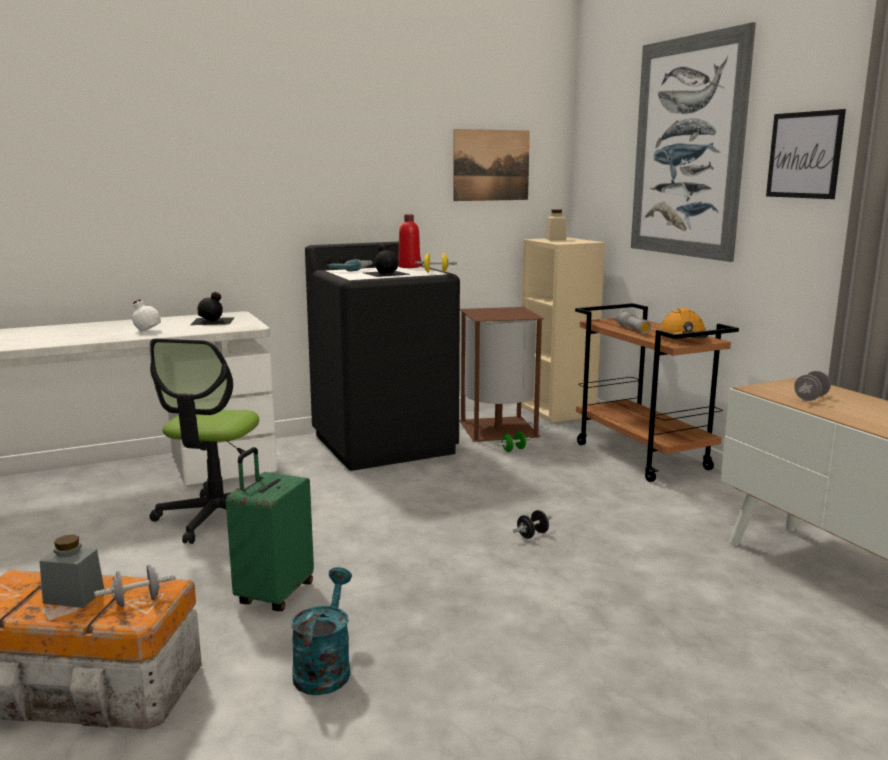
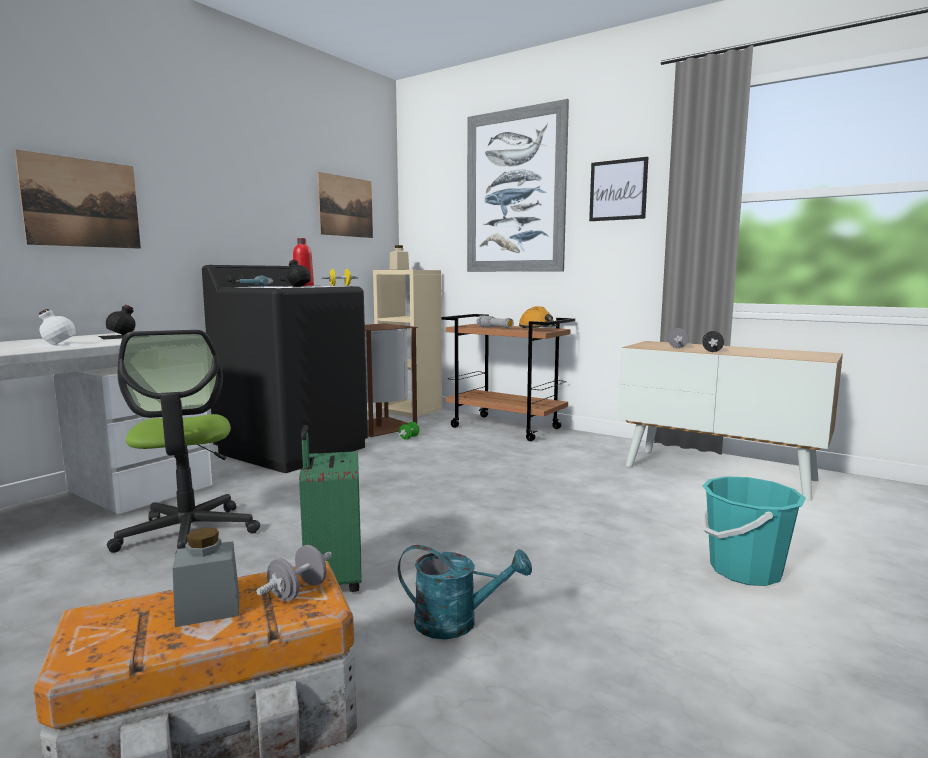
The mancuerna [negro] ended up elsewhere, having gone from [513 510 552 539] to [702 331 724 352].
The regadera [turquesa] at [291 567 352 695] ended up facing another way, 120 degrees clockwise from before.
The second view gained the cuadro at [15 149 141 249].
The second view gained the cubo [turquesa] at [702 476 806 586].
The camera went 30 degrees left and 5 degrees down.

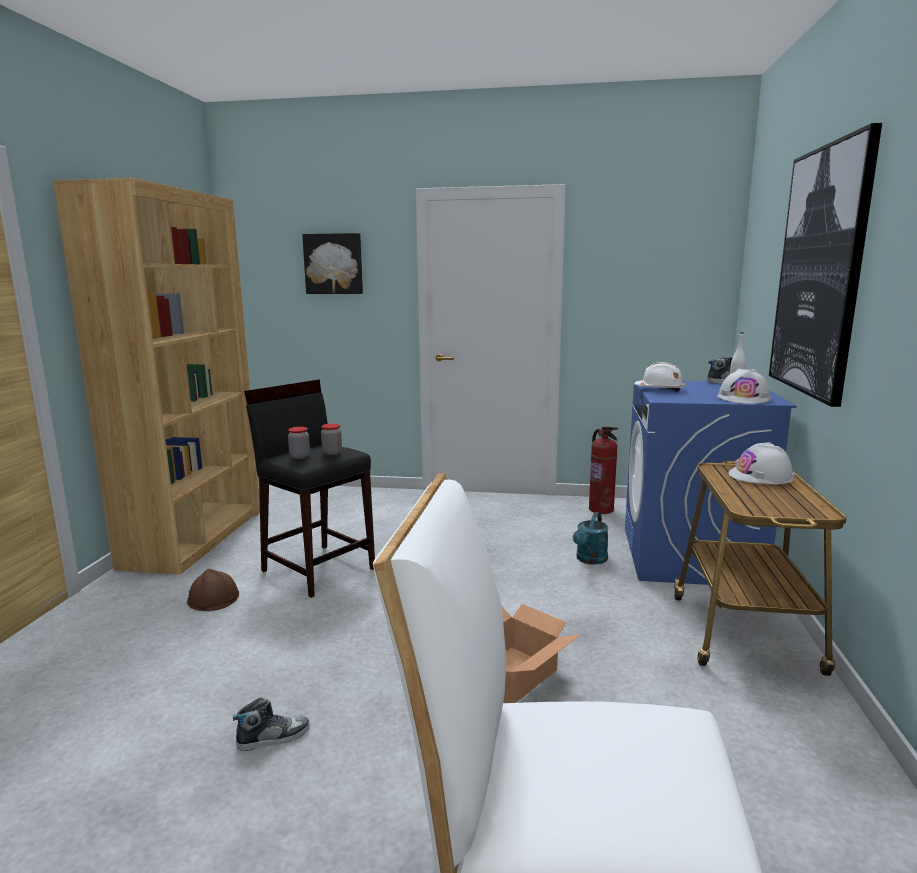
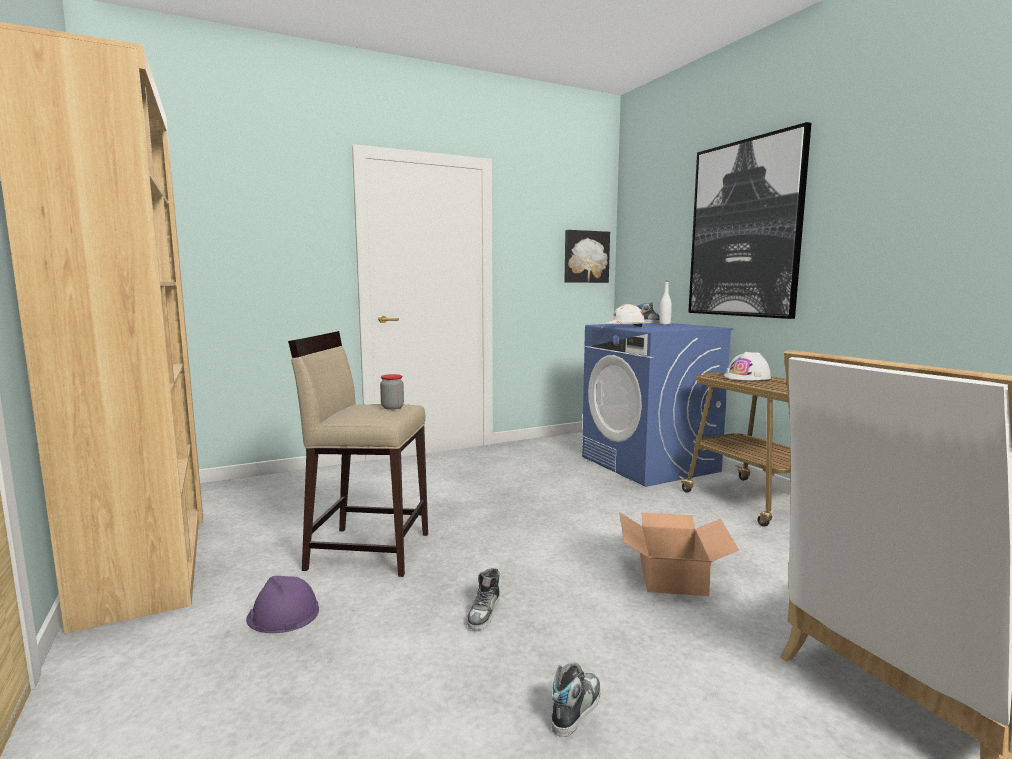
The cuadro ended up elsewhere, having gone from [302 233 363 294] to [564 230 610 283].
The second view lost the casco [blanco] at [717 369 771 404].
What was the taburete [negro] at [244 379 375 598] turned into the taburete [beis] at [288 331 428 577].
The second view lost the tarro at [288 427 310 459].
The second view lost the extintor at [589 427 618 514].
The second view lost the regadera [turquesa] at [573 512 609 565].
What was the casco [marrón] at [187 569 239 611] turned into the casco [morado] at [246 576 319 633].
The second view gained the zapato at [467 568 500 630].
The camera went 35 degrees left and 5 degrees down.

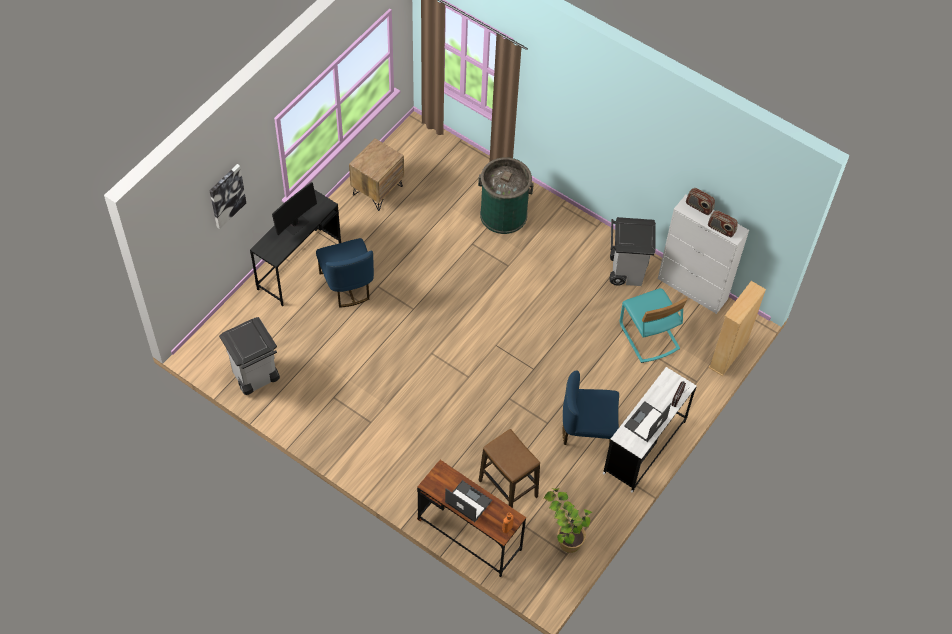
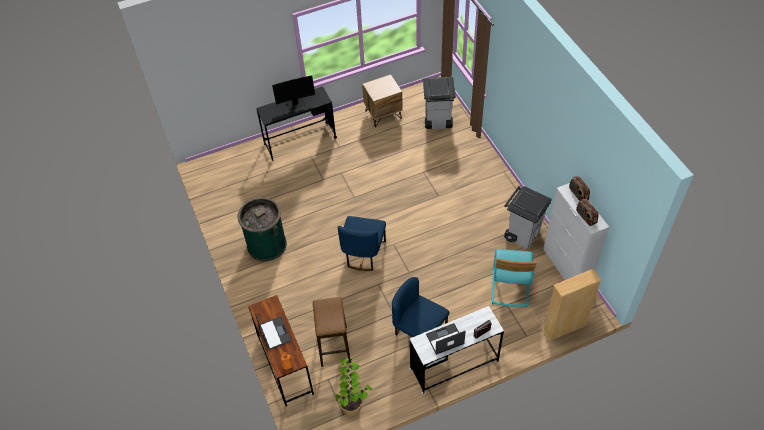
The papelera [verde] ended up elsewhere, having gone from [478 157 534 234] to [238 197 287 261].
The second view lost the cuadro at [209 164 246 229].
The silla [azul] ended up elsewhere, having gone from [316 238 374 308] to [338 216 386 271].
The papelera [gris] ended up elsewhere, having gone from [219 317 280 395] to [423 77 456 129].
The camera went 35 degrees right and 5 degrees down.

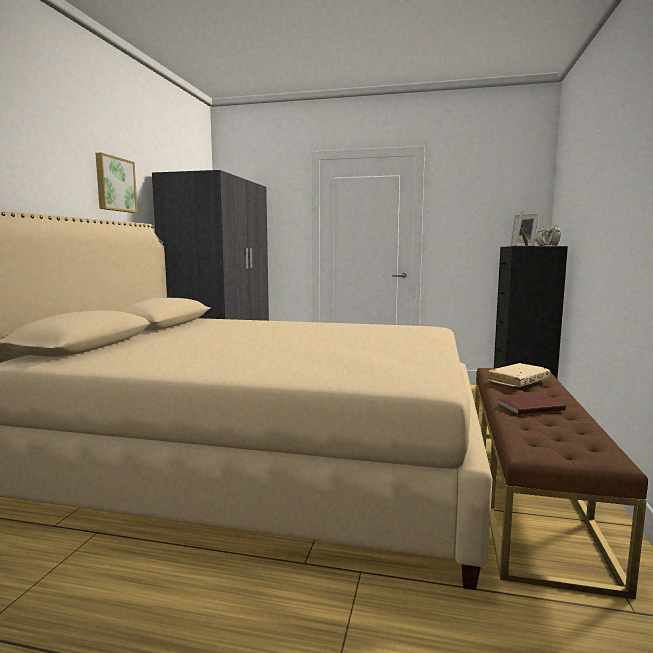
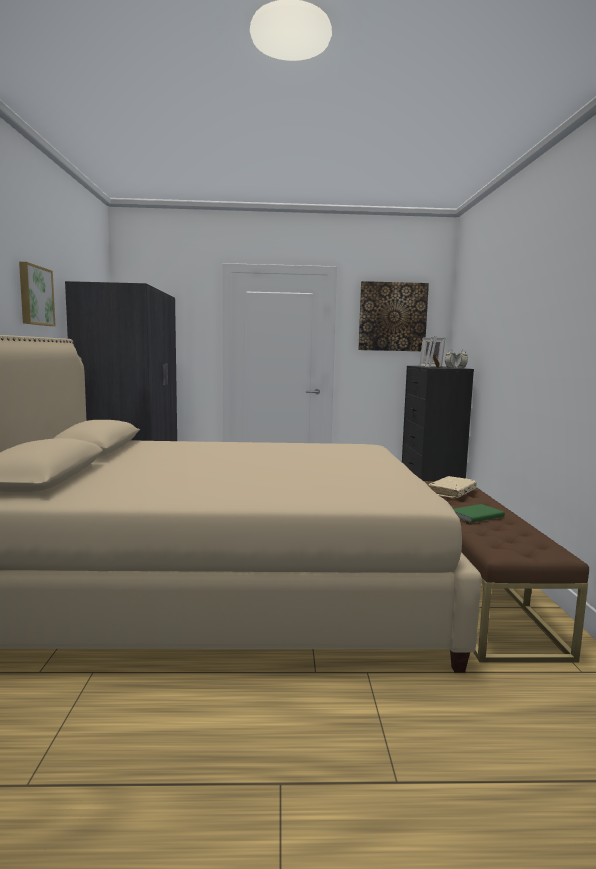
What was the libro [marrón] at [497 395 566 415] turned into the libro [verde] at [454 504 505 523].
The second view gained the cuadro at [358 281 429 351].
The camera went 15 degrees left and 0 degrees up.

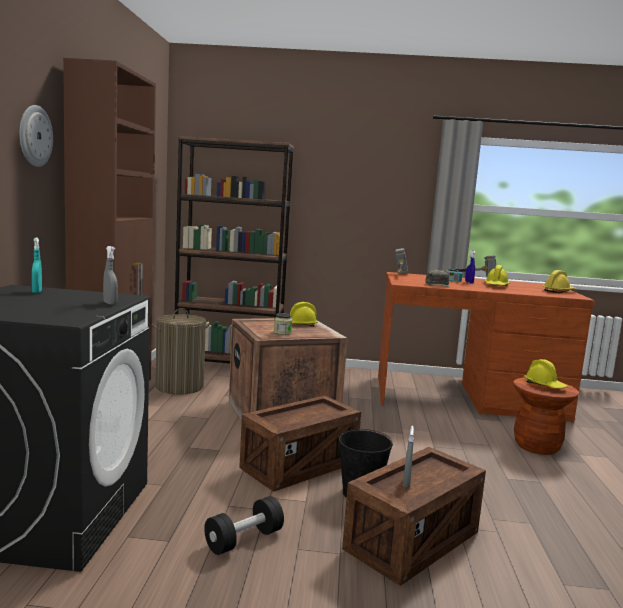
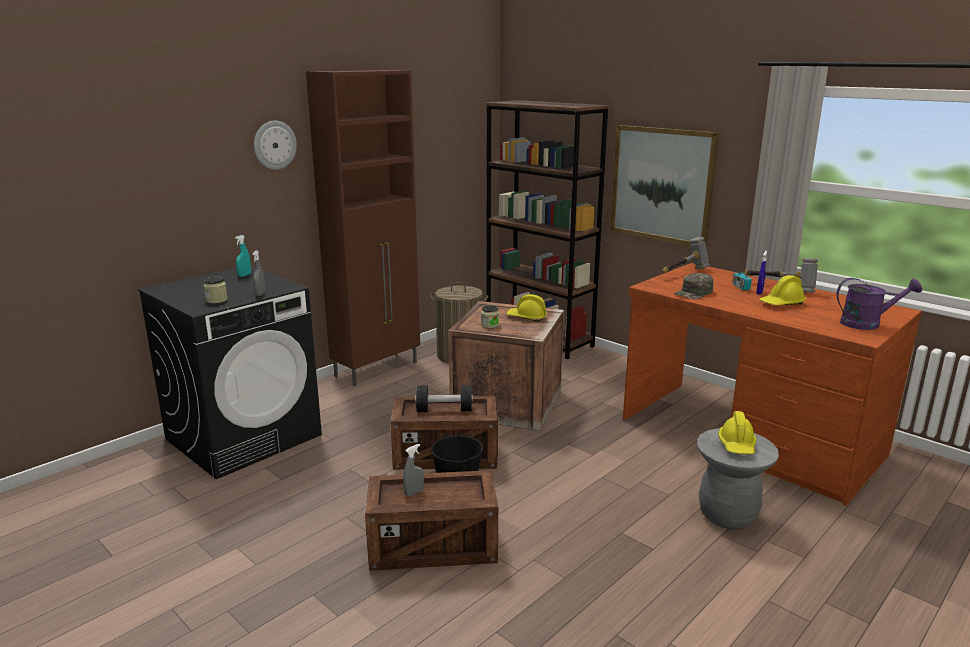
Where the casco [amarillo] stood at [542 270 576 293], the regadera [morado] came to stand at [836 278 922 330].
What was the taburete [marrón] at [513 377 579 455] turned into the taburete [gris] at [697 428 779 529].
The mancuerna [negro] ended up elsewhere, having gone from [204 496 284 555] to [415 385 473 412].
The second view gained the cuadro at [610 125 719 248].
The second view gained the tarro at [204 277 228 303].
The camera went 40 degrees right and 10 degrees up.

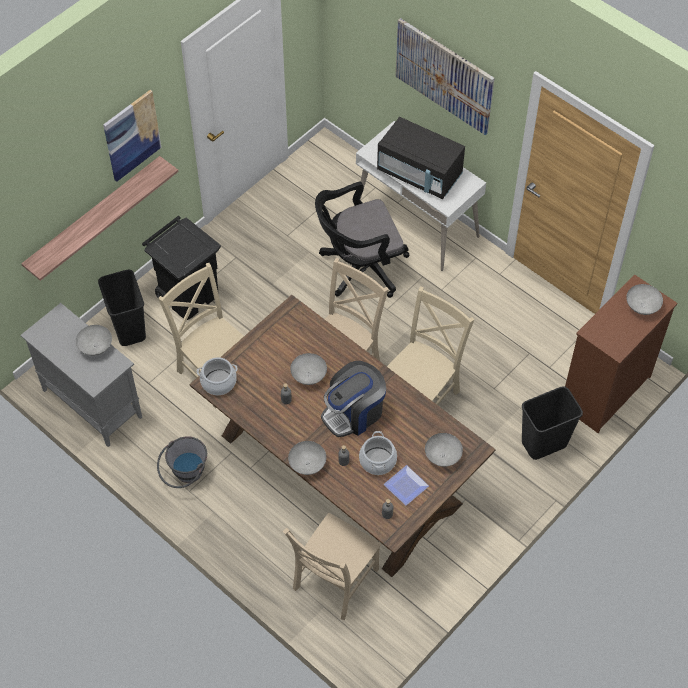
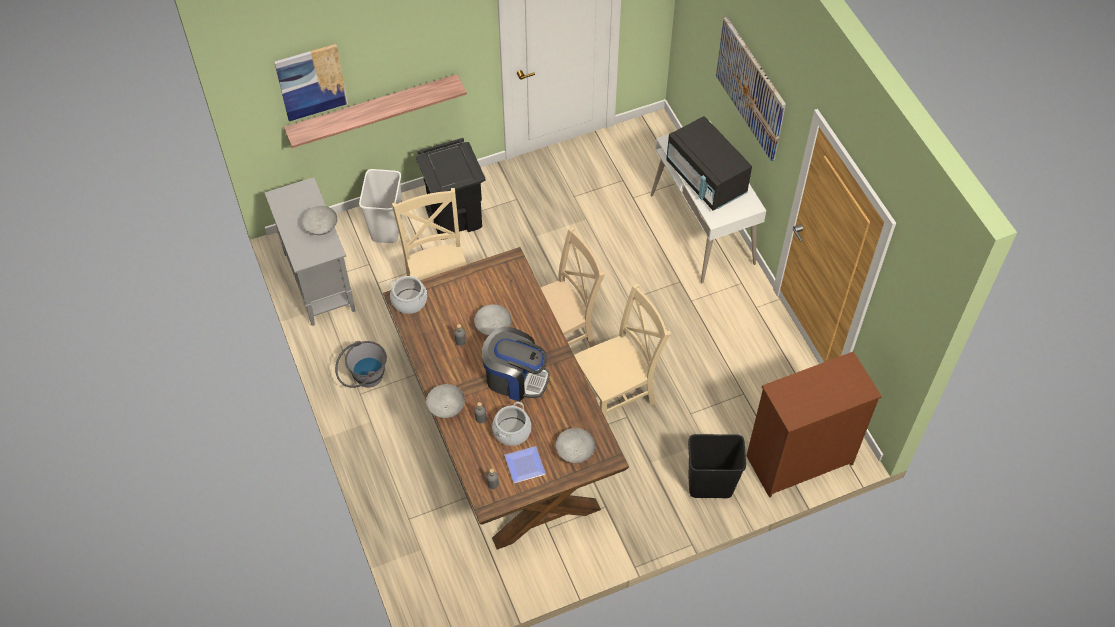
The cuadro ended up elsewhere, having gone from [103 90 161 182] to [274 44 348 121].
The second view lost the silla de oficina [negro] at [315 182 409 298].
What was the papelera [negro] at [98 270 146 346] turned into the papelera [blanco] at [359 169 402 243].
The second view lost the cuenco [gris] at [626 284 663 315].
The cafetera at [321 361 386 437] ended up facing another way, 150 degrees counterclockwise from before.
The second view lost the silla [beis] at [282 513 381 620].
The camera went 25 degrees right and 0 degrees up.

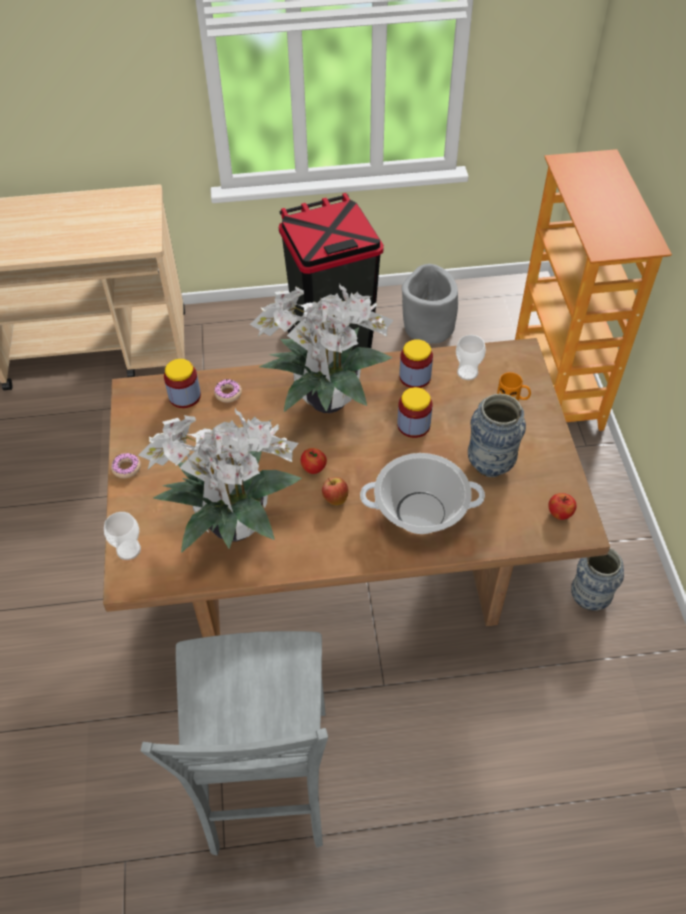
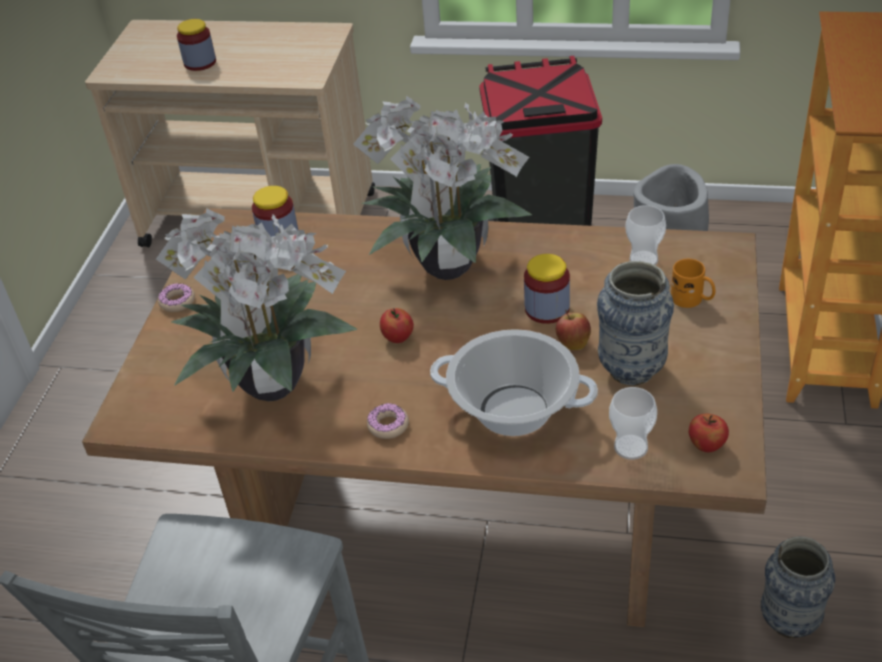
The tarro ended up elsewhere, having gone from [399 339 433 388] to [177 19 216 71].
The rosquilla ended up elsewhere, having gone from [214 379 242 403] to [367 403 409 439].
The manzana ended up elsewhere, having gone from [322 477 349 505] to [556 310 591 350].
The taza ended up elsewhere, having gone from [104 512 141 560] to [609 387 657 460].
The camera went 20 degrees right and 10 degrees down.

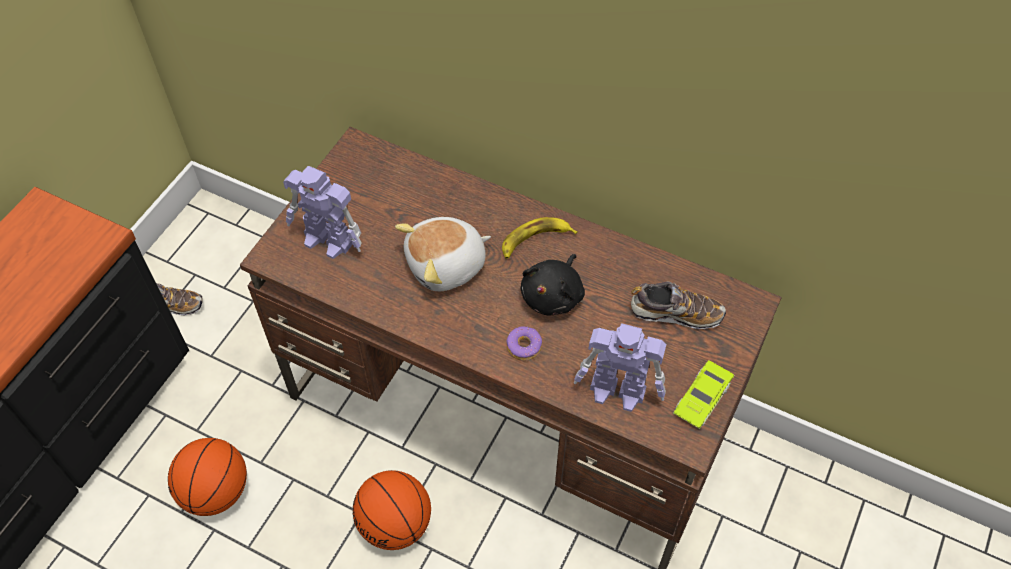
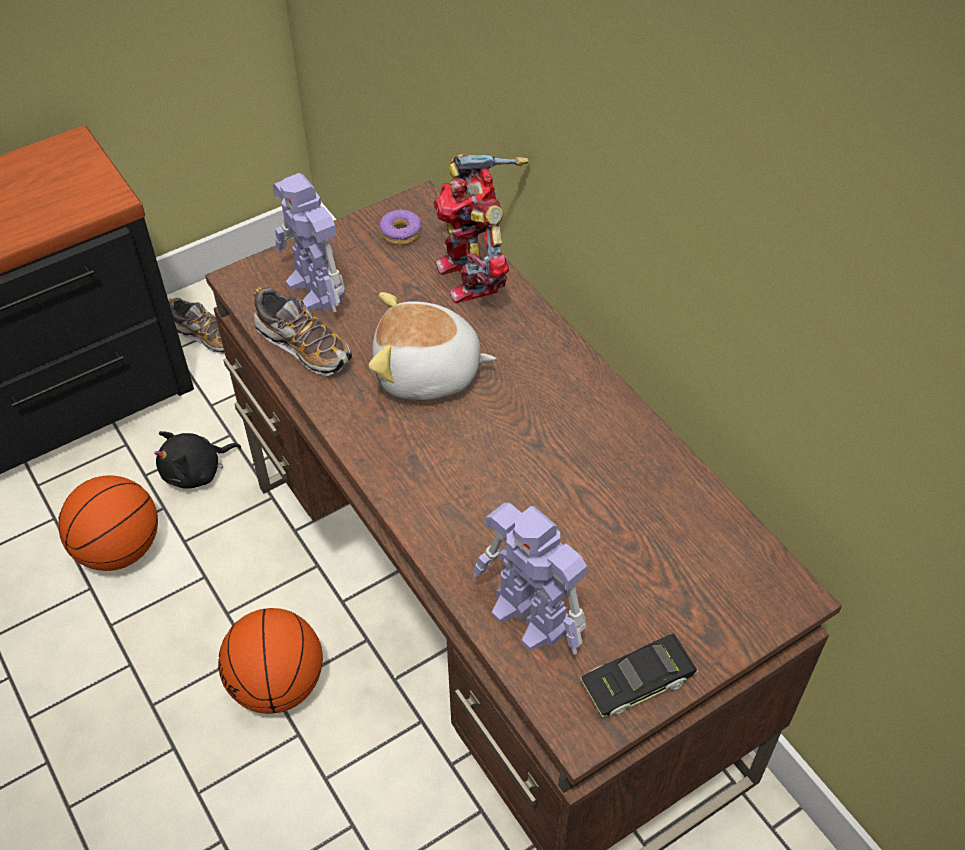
The second view lost the plátano at [502 217 578 259].
The peluche [negro] ended up elsewhere, having gone from [520 254 585 316] to [154 431 241 489].
The zapato ended up elsewhere, having gone from [631 281 726 329] to [254 287 352 376].
The rosquilla ended up elsewhere, having gone from [507 327 542 361] to [380 210 421 245].
What was the coche de juguete [verde] at [673 360 735 429] turned into the coche de juguete [negro] at [580 634 698 717].
The second view gained the robot de juguete at [434 154 529 303].
The camera went 30 degrees right and 5 degrees down.

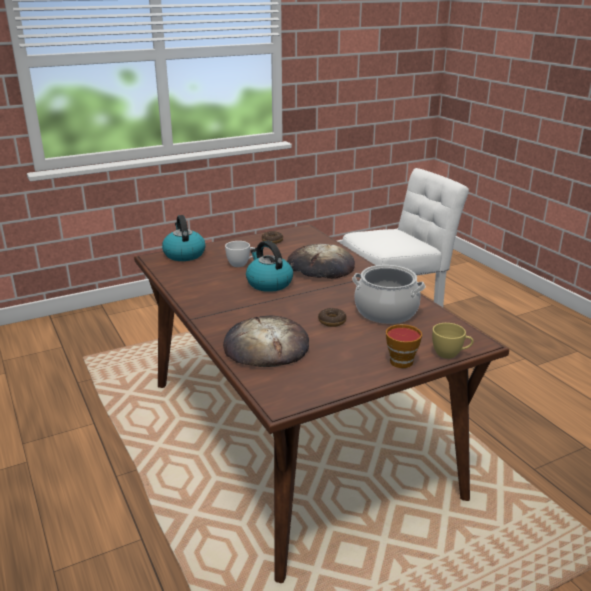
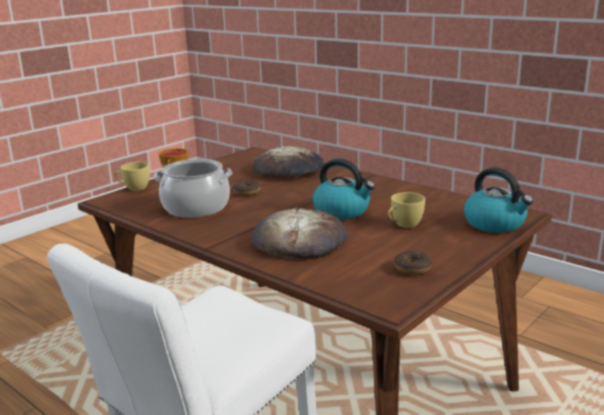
What was the taza [blanco] at [225 241 255 267] turned into the taza [amarillo] at [388 192 425 228].
The camera went 160 degrees right and 5 degrees down.

